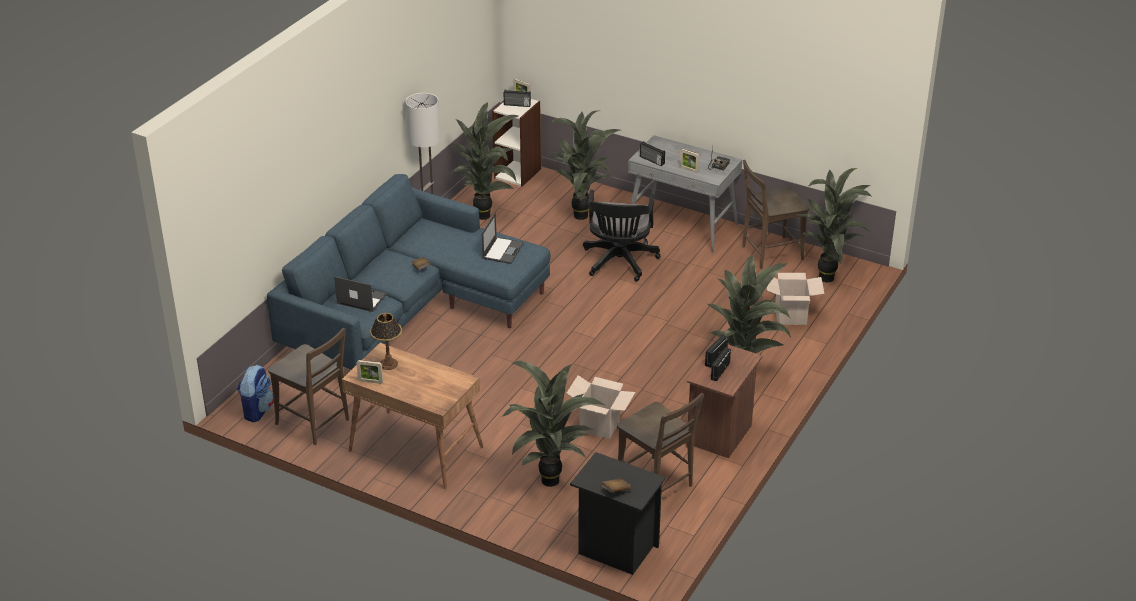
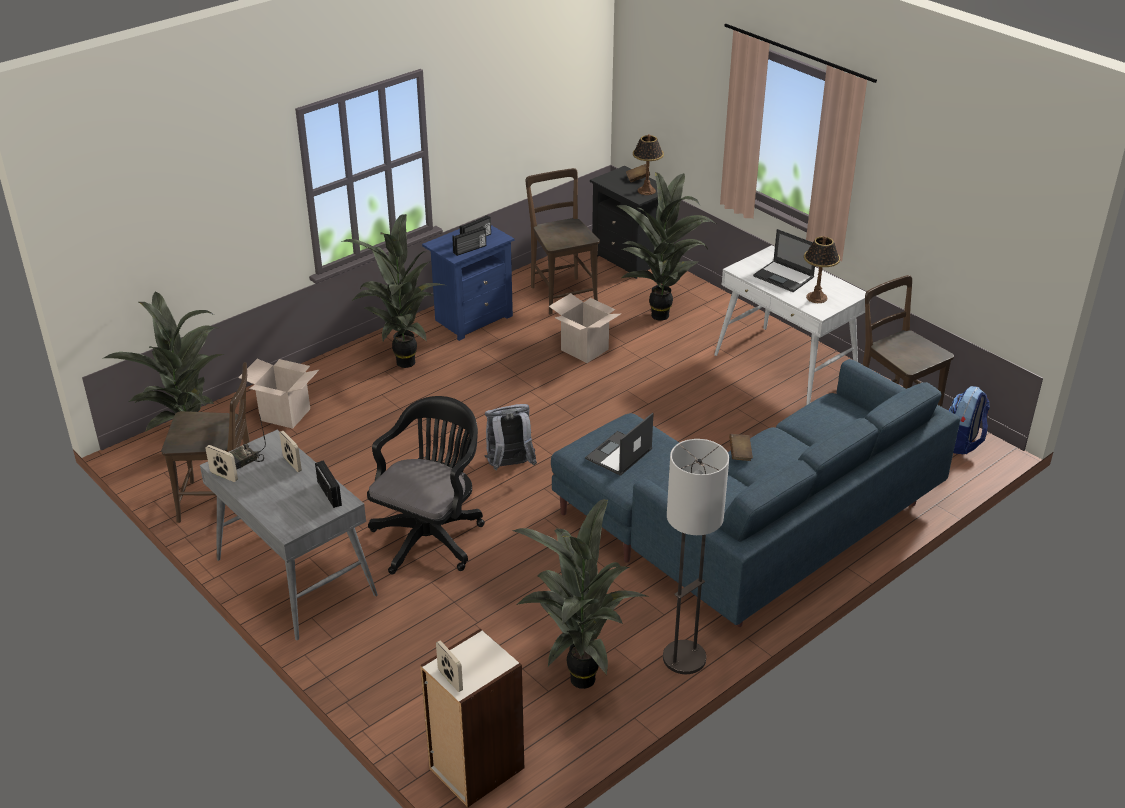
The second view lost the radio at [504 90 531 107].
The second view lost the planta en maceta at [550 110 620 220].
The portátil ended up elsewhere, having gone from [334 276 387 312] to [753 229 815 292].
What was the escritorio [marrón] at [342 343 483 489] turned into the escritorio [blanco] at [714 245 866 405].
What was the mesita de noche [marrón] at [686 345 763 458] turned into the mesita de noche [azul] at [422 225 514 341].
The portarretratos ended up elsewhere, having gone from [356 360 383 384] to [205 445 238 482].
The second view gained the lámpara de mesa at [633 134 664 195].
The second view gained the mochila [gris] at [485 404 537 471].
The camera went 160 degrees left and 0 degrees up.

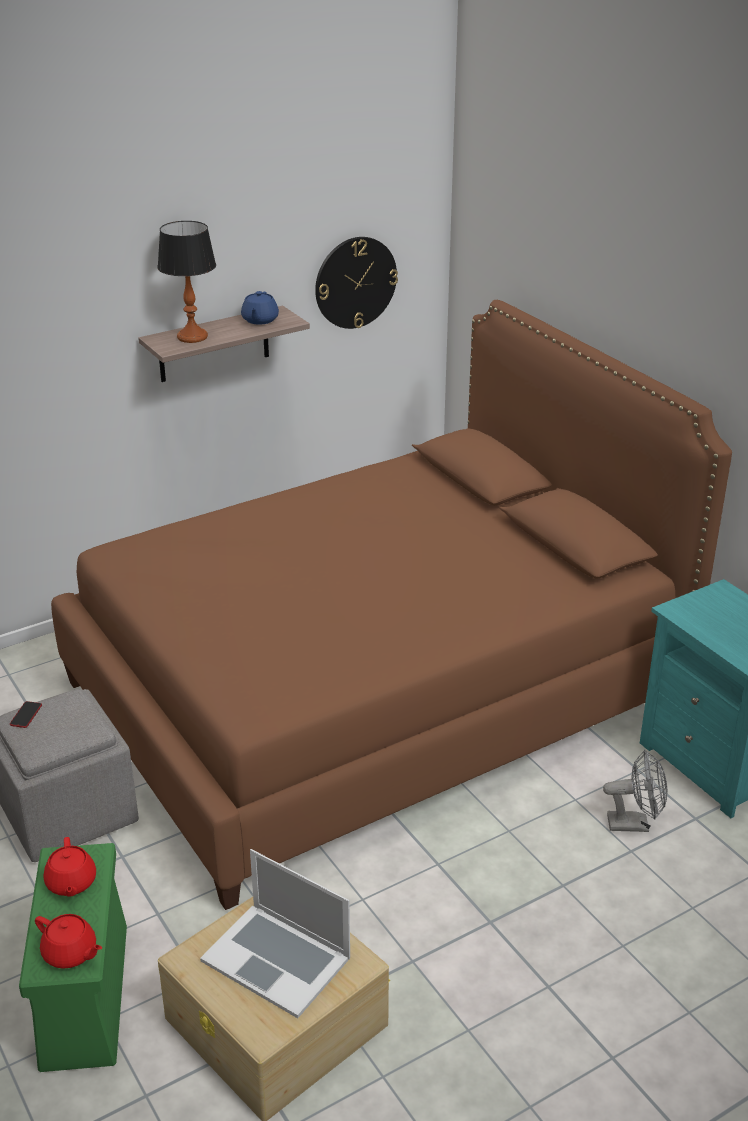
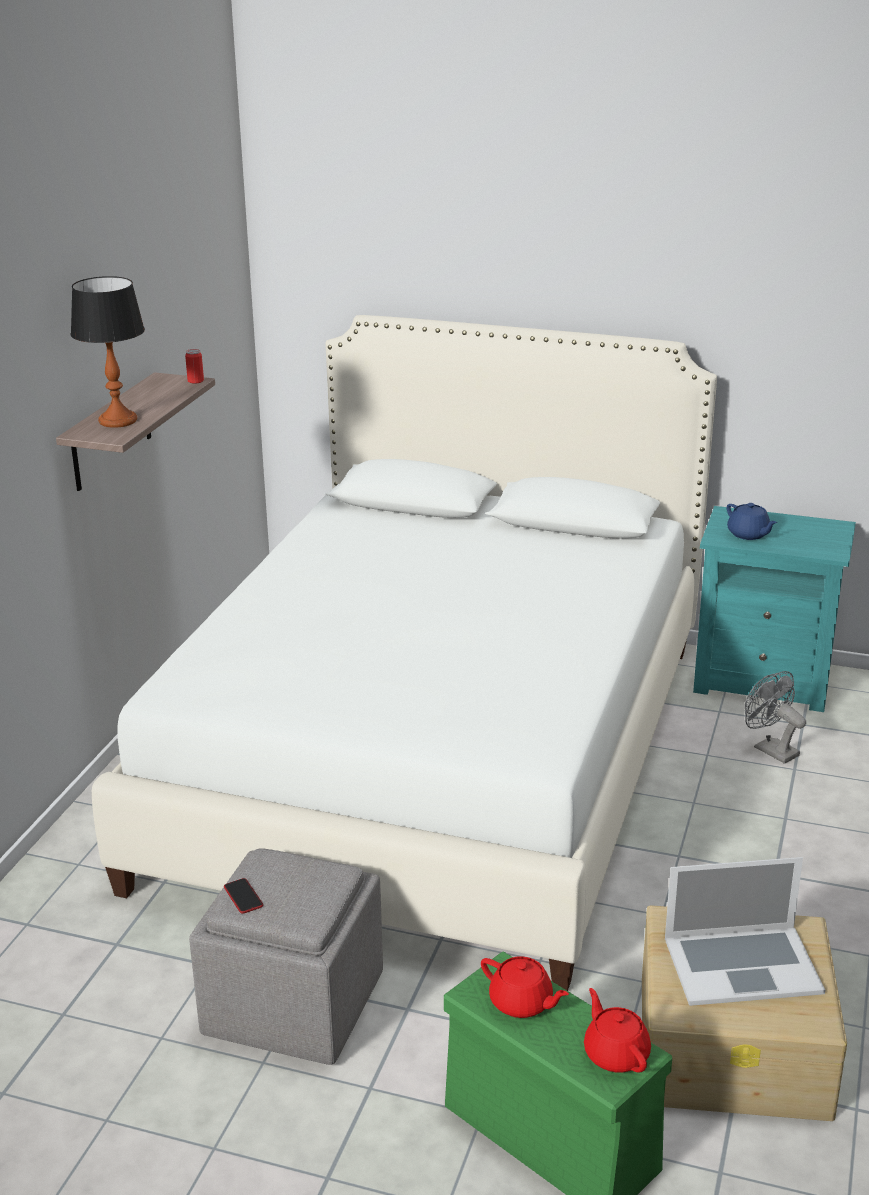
The second view lost the reloj de pared at [315 237 398 329].
The tetera [azul] ended up elsewhere, having gone from [241 291 279 325] to [727 503 777 540].
What was the cama [marrón] at [51 300 732 910] turned into the cama [blanco] at [92 315 717 991].
The ventilador [gris] at [603 750 667 832] ended up facing another way, 90 degrees counterclockwise from before.
The tetera [rojo] at [35 914 102 969] ended up facing another way, 105 degrees counterclockwise from before.
The second view gained the lata at [185 349 204 384].
The camera went 40 degrees left and 5 degrees down.

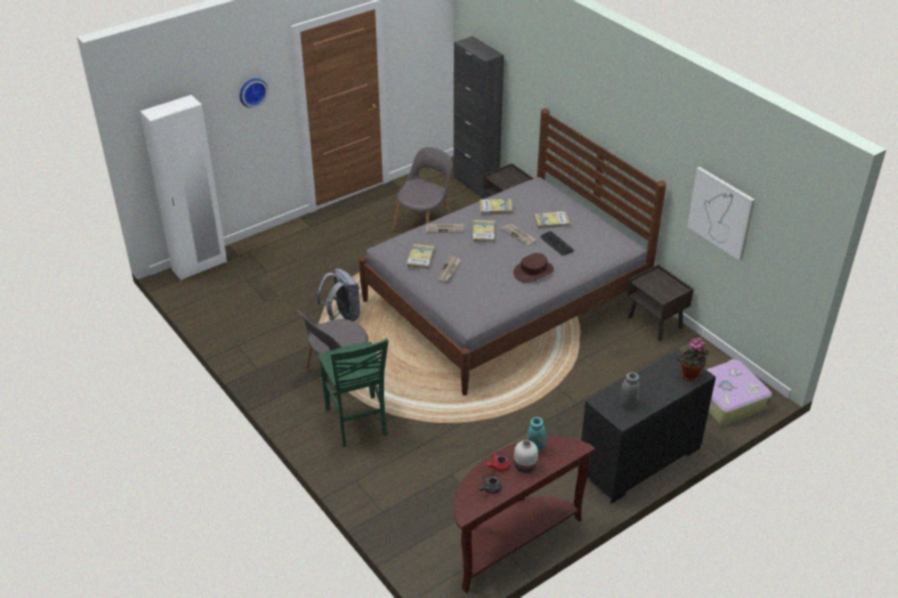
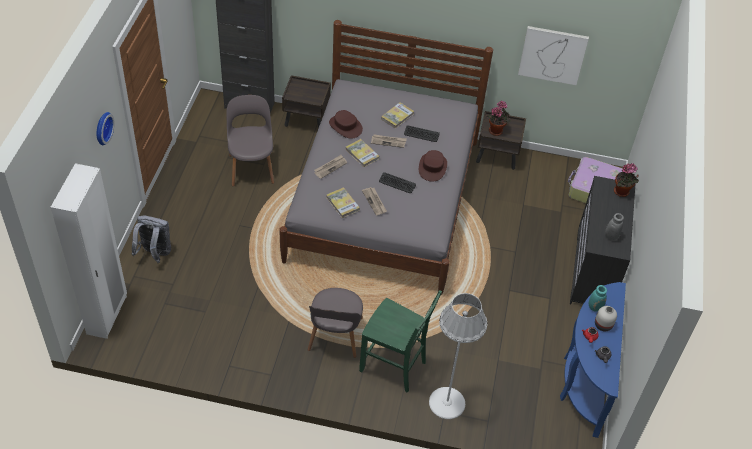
Where the libro stood at [480 199 513 215], the sombrero [marrón] came to stand at [329 110 363 139].
The mochila [gris] ended up elsewhere, having gone from [317 268 360 321] to [132 216 171 263].
What was the mesa consola [marrón] at [453 436 595 593] turned into the mesa consola [azul] at [560 282 626 438].
The second view gained the planta en maceta at [487 101 510 136].
The second view gained the teclado at [379 172 416 193].
The second view gained the lámpara de pie [blanco] at [429 293 487 419].
The camera went 45 degrees left and 10 degrees up.

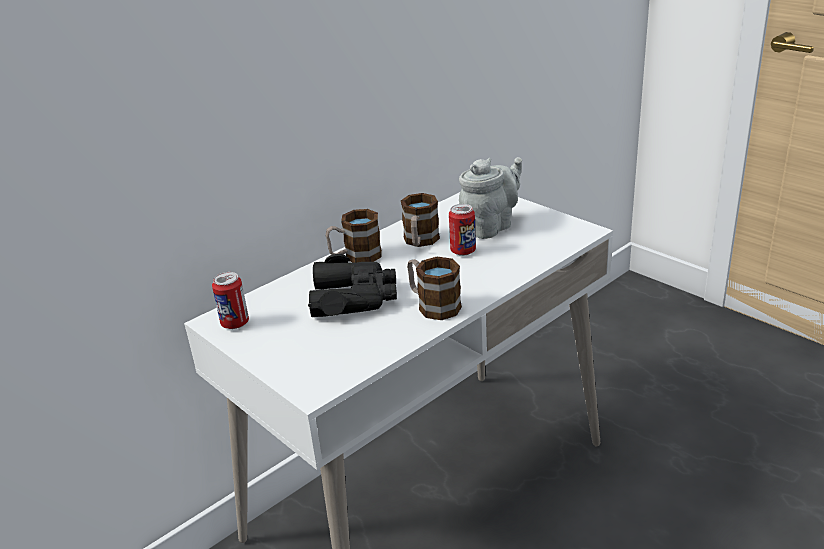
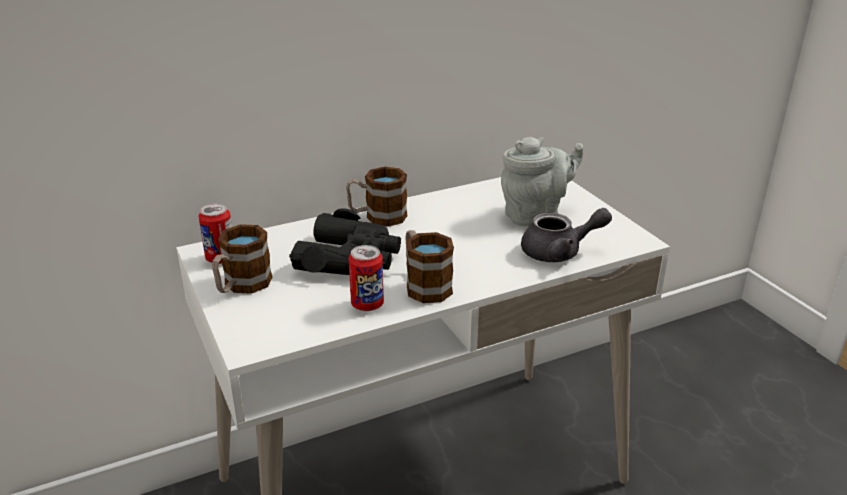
The taza grande ended up elsewhere, having gone from [401 193 440 247] to [212 224 272 294].
The lata ended up elsewhere, having gone from [449 204 476 256] to [349 245 384 311].
The second view gained the tetera [gris] at [521 208 612 262].
The camera went 15 degrees right and 0 degrees up.

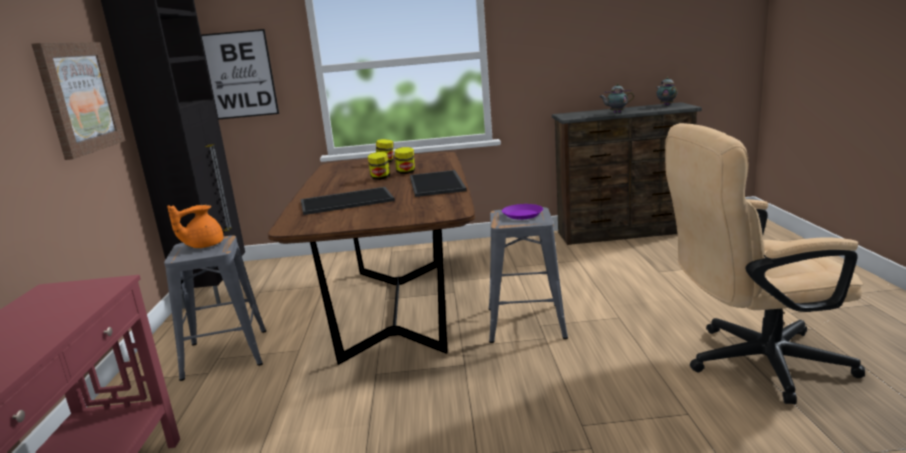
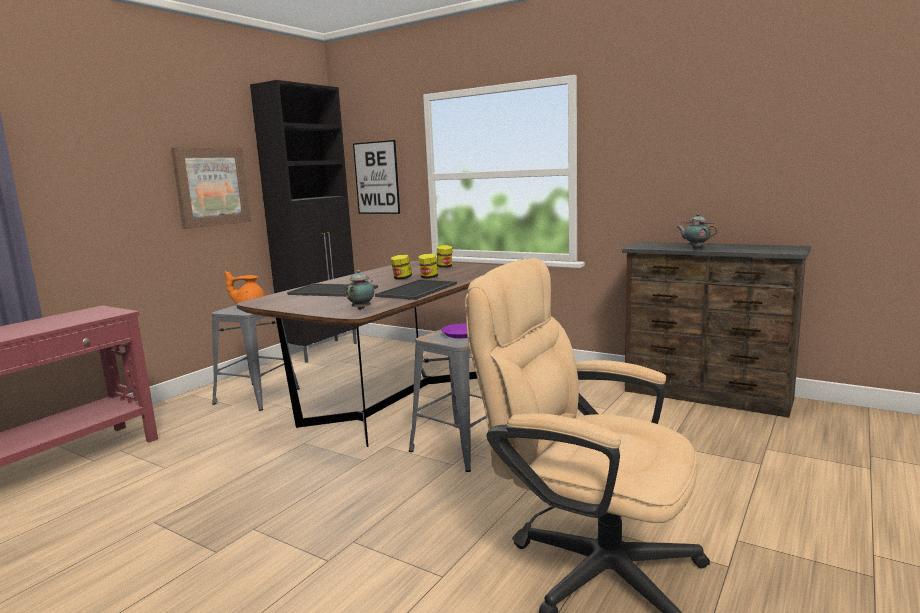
The tetera ended up elsewhere, having gone from [656 77 677 105] to [346 270 374 310].
The camera went 35 degrees right and 5 degrees down.

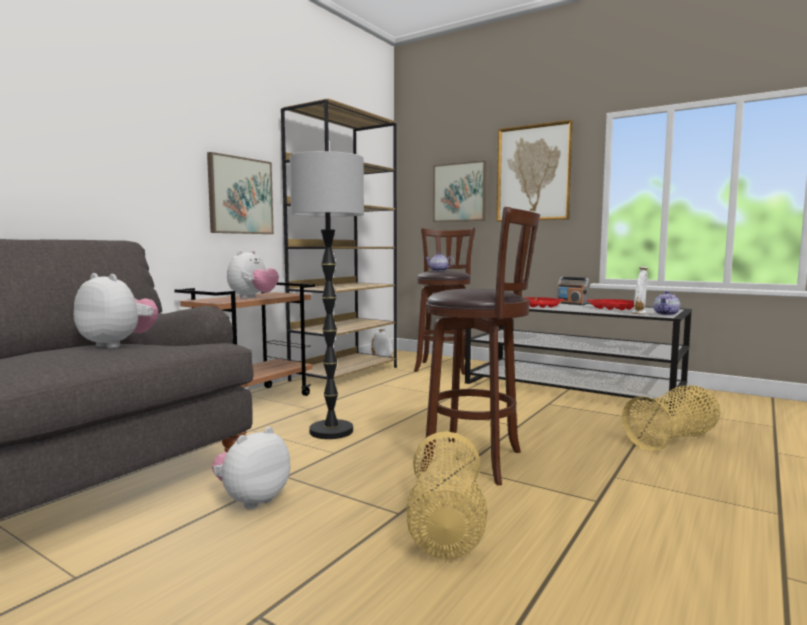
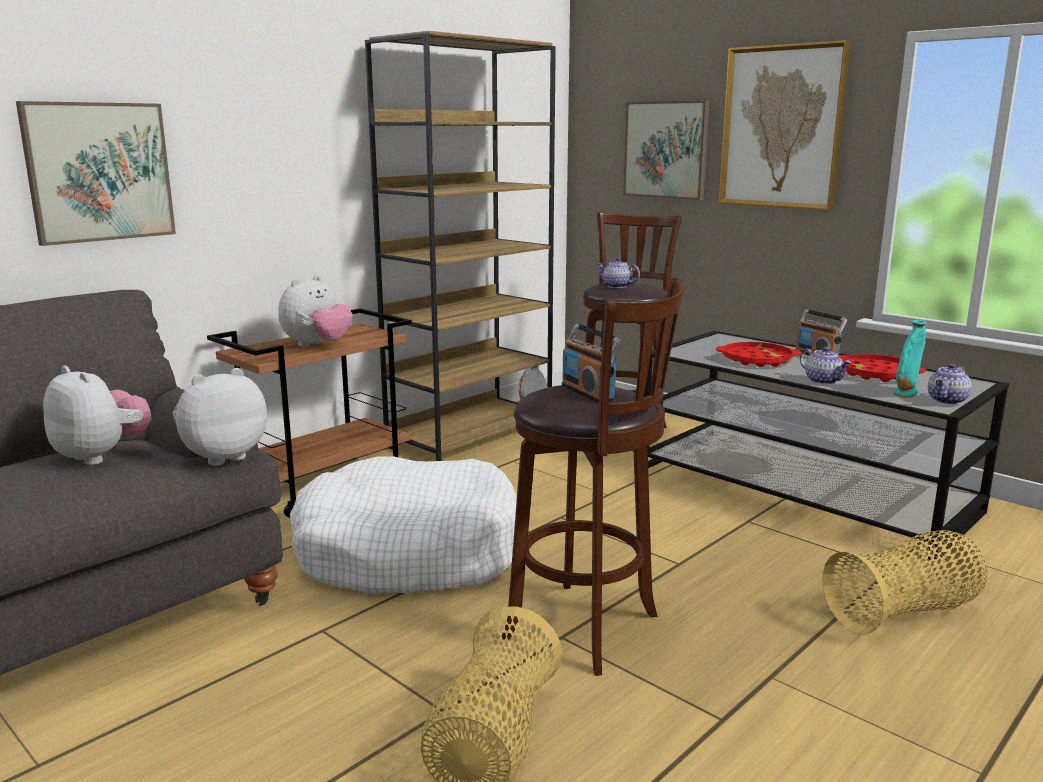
Where the lámpara de pie stood at [290 151 364 439], the cama para perro [blanco] came to stand at [290 456 517 595].
The cuadro ended up elsewhere, having gone from [207 152 274 234] to [16 101 176 246].
What was the florero [blanco] at [632 267 648 314] turned into the florero [turquesa] at [893 320 926 398].
The peluche ended up elsewhere, having gone from [212 427 290 509] to [172 368 267 466].
The second view gained the radio at [562 323 622 403].
The second view gained the tetera at [800 347 851 384].
The camera went 10 degrees right and 10 degrees up.

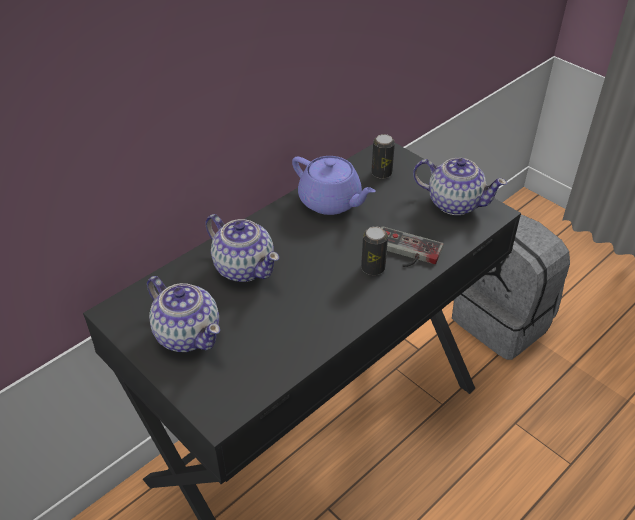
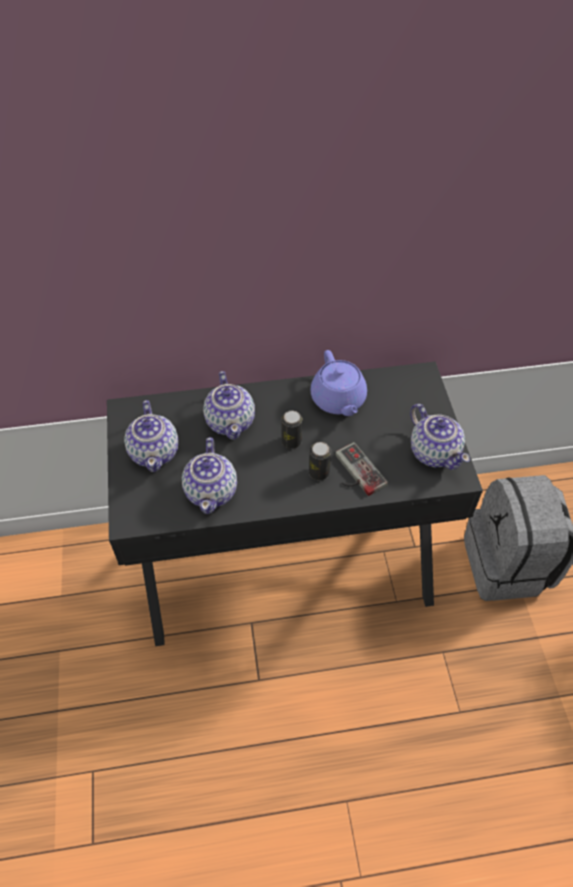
The lata ended up elsewhere, having gone from [371 134 395 179] to [281 411 302 449].
The second view gained the tetera at [182 437 237 514].
The camera went 35 degrees right and 10 degrees up.

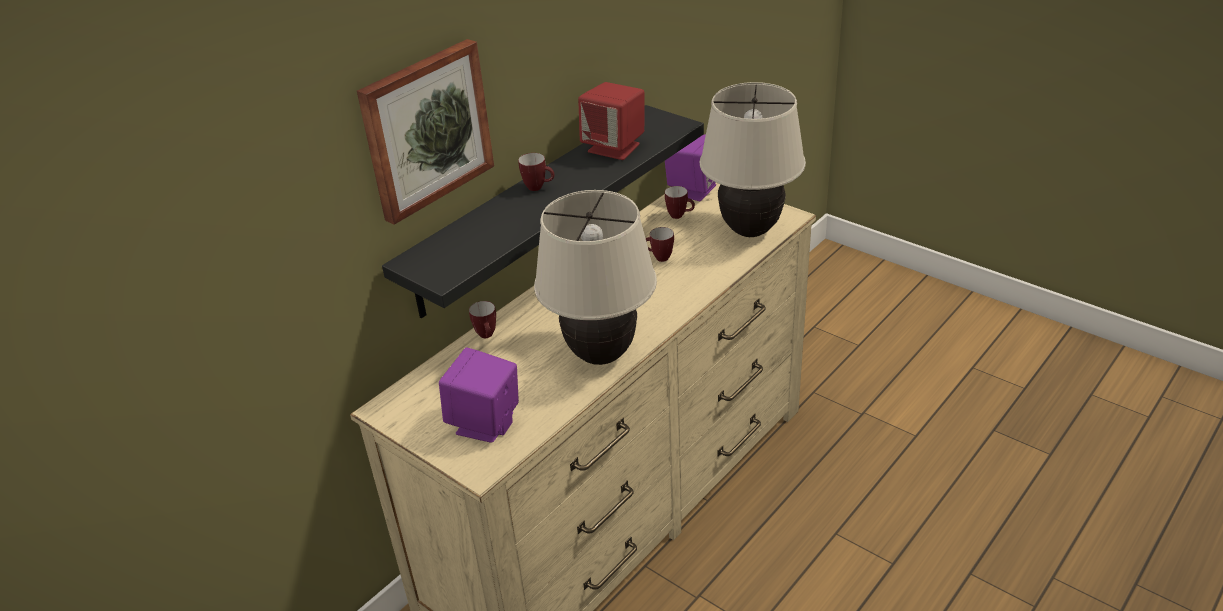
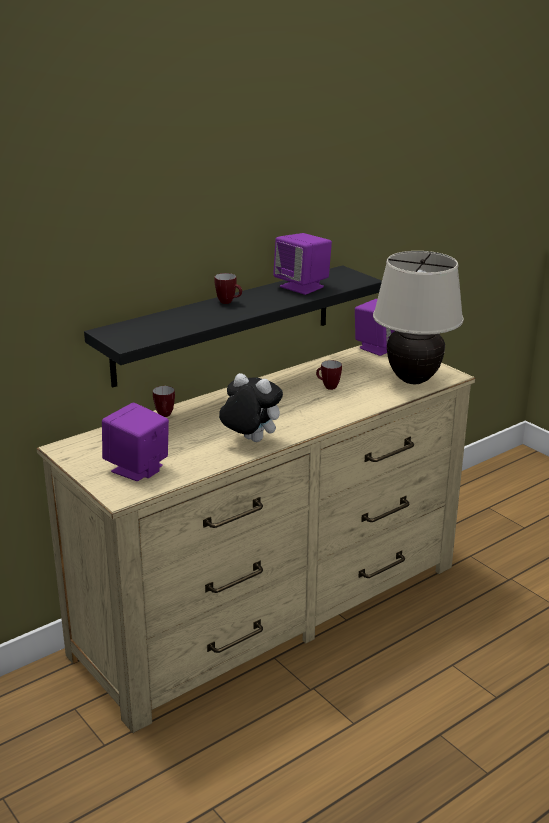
The second view lost the cuadro at [357 39 494 225].
What was the altavoz [rojo] at [578 82 644 160] turned into the altavoz [morado] at [273 233 332 295].
The second view lost the taza grande at [665 186 695 219].
Where the lámpara de mesa [beis] stood at [534 190 657 365], the peluche came to stand at [219 373 283 442].
The camera went 10 degrees right and 10 degrees down.

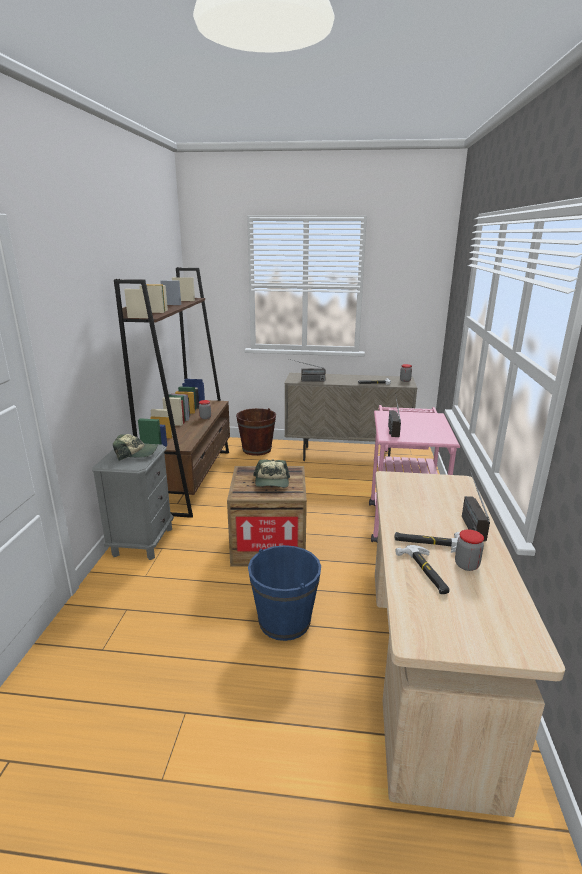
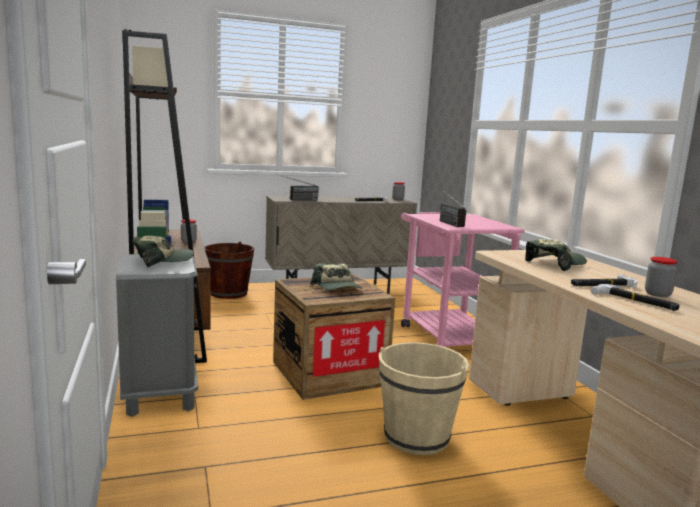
The second view lost the radio at [462 470 490 541].
What was the cubo [azul] at [248 545 321 641] turned into the cubo [beis] at [379 342 469 455].
The second view gained the gorra at [525 239 587 271].
The camera went 25 degrees left and 10 degrees down.

